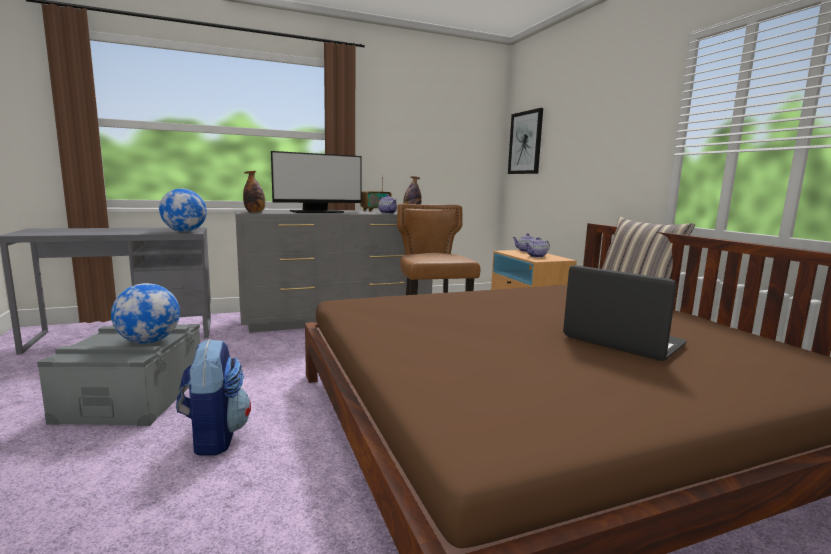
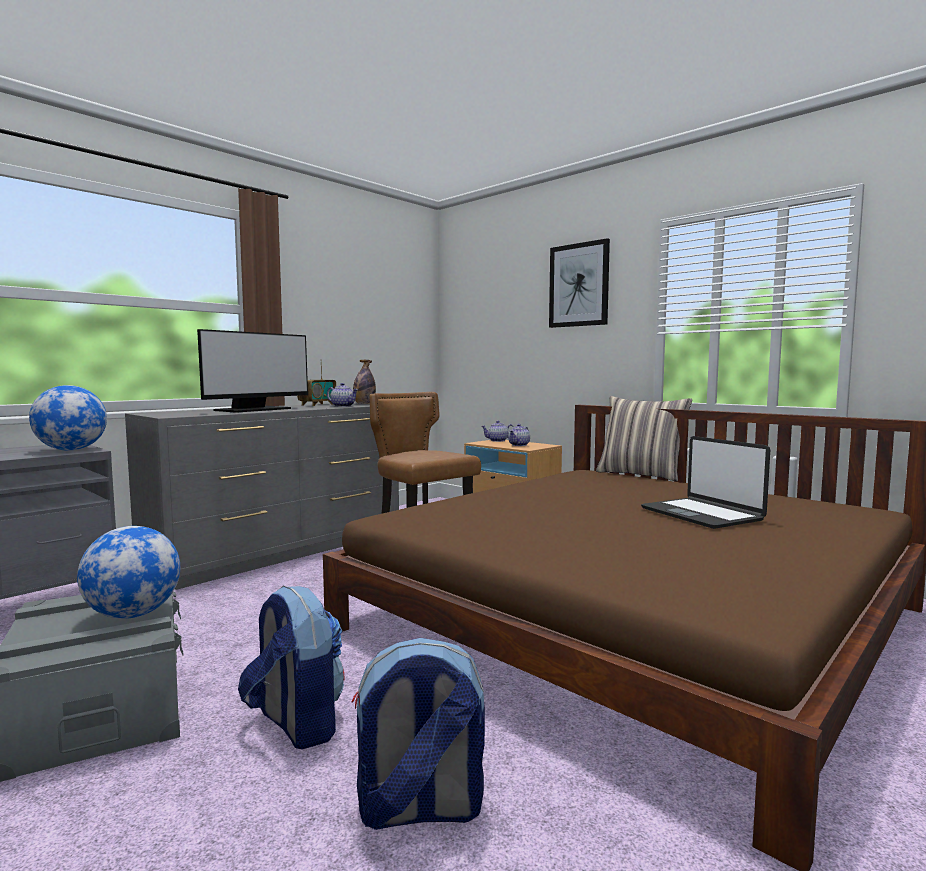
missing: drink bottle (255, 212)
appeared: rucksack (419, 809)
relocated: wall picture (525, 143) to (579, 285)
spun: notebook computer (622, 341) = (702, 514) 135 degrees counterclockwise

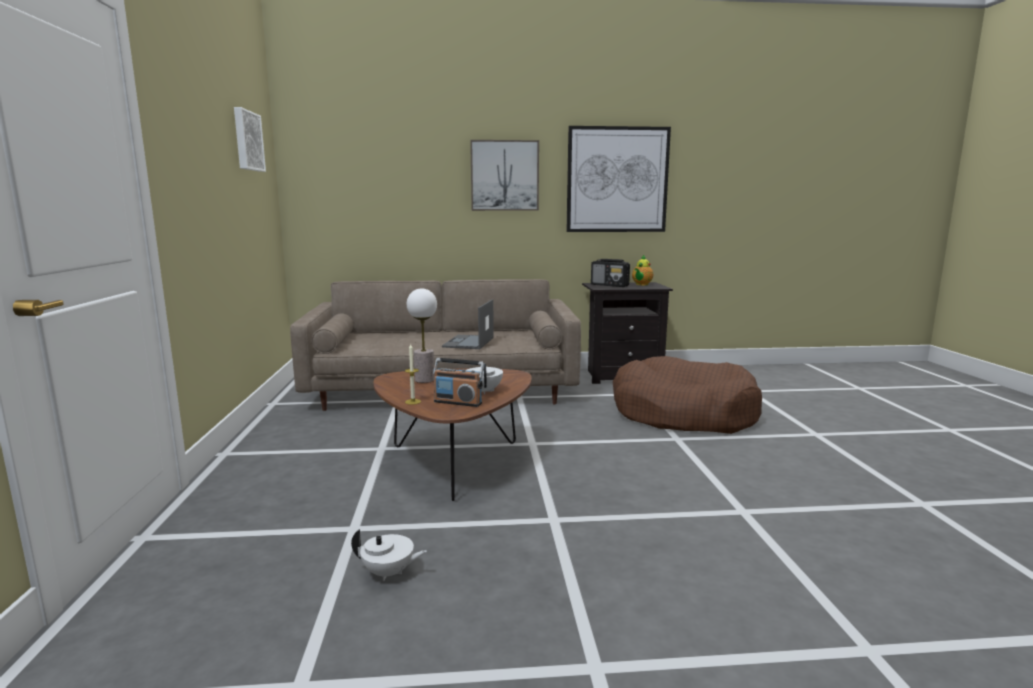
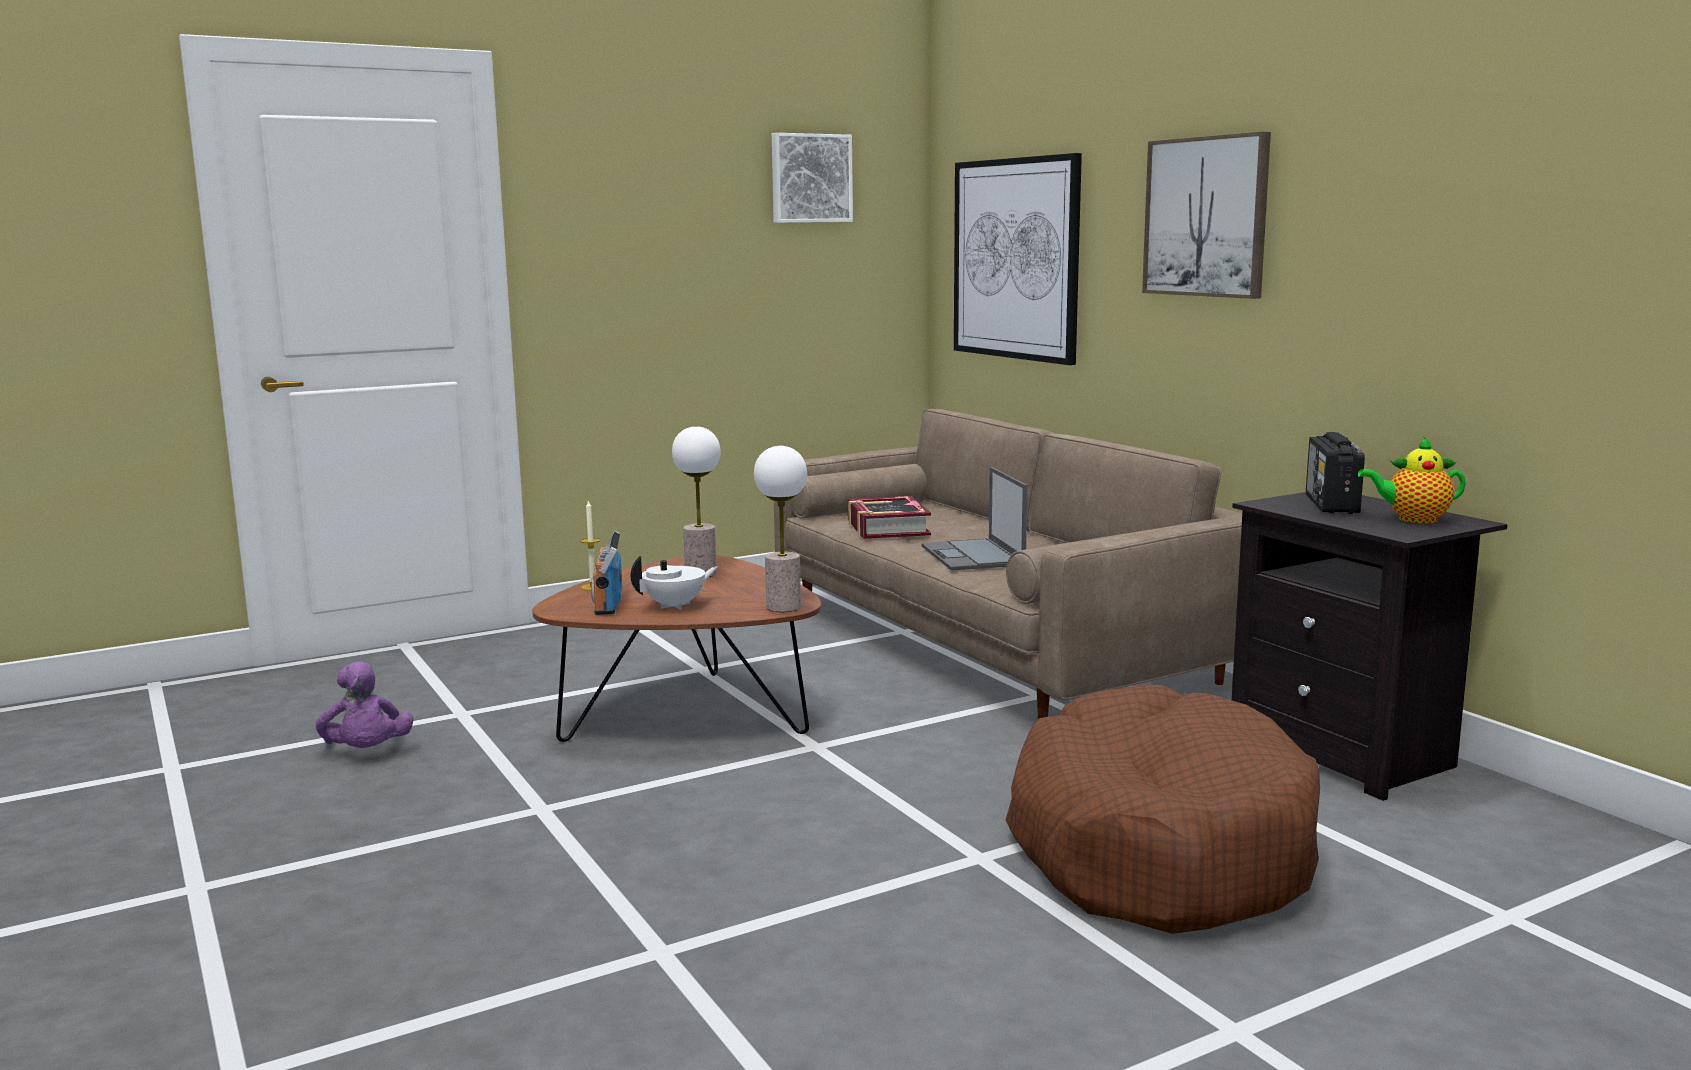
appeared: tabletop lamp (783, 607); volume (887, 528)
relocated: wall picture (617, 180) to (1015, 259)
exchanged: pot for tea/white-coloured (389, 573) to plush toy/purple (367, 753)
spun: notebook computer (468, 342) = (973, 556) 90 degrees counterclockwise

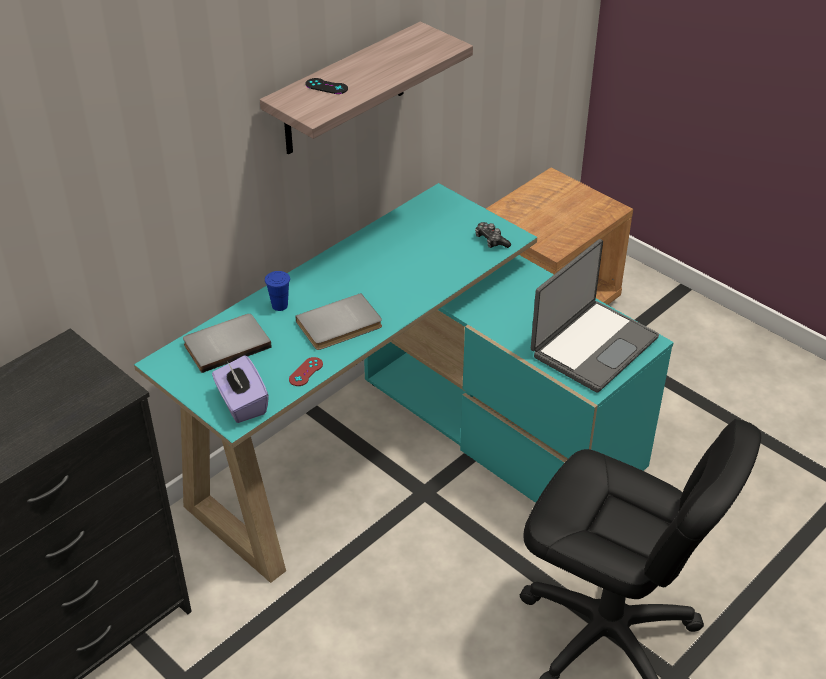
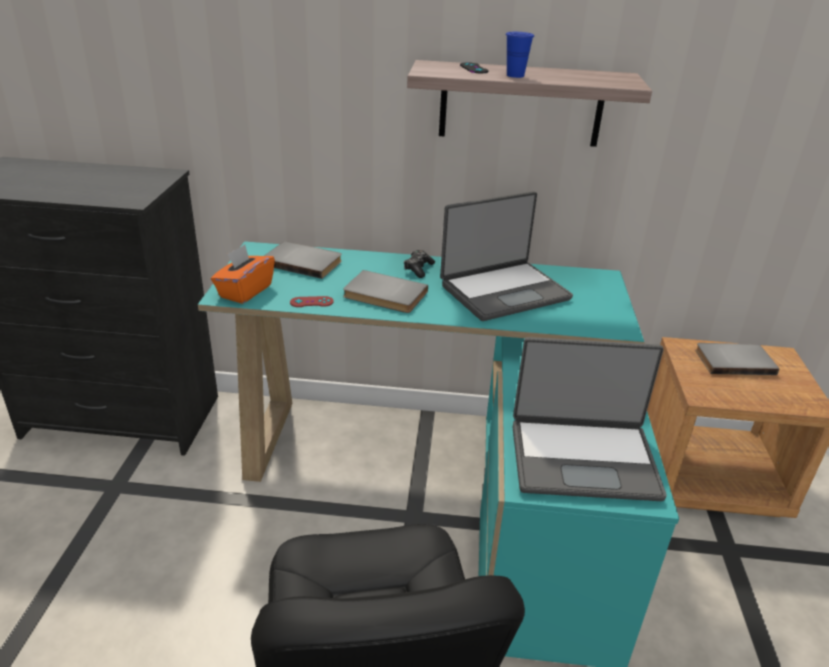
appeared: notebook computer (503, 291); volume/gray (733, 360)
relocated: cup/bluish (279, 305) to (515, 75); joypad (491, 240) to (418, 269)
colour: tissue holder/purple (242, 404) to tissue holder/orange-coloured (245, 291)

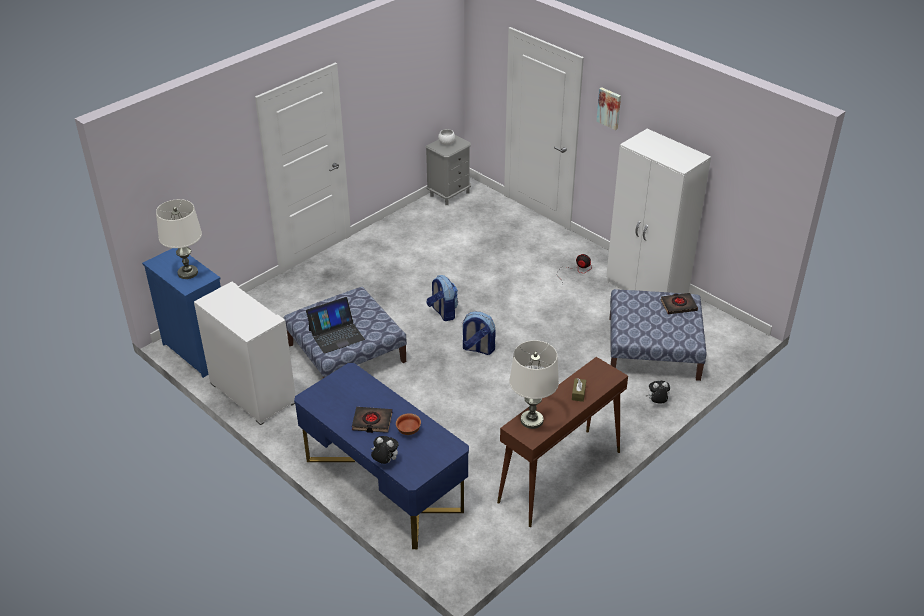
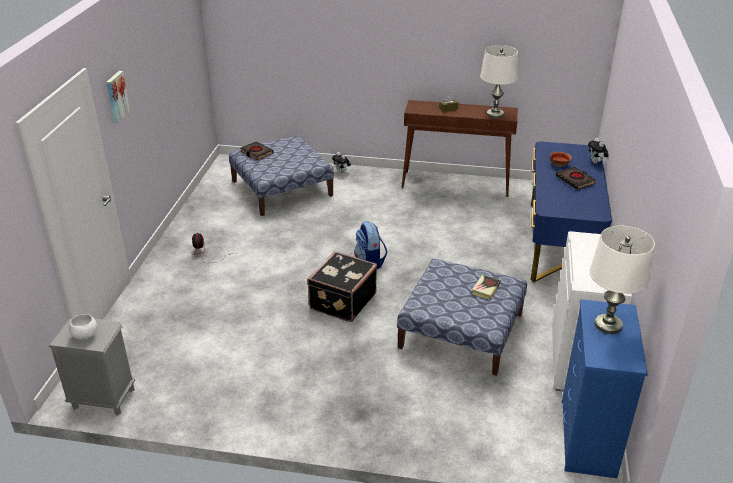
missing: armoire/white-coloured (646, 290)
exchanged: notebook computer (336, 334) to volume (486, 289); rucksack (443, 312) to travel case/blackish (341, 301)

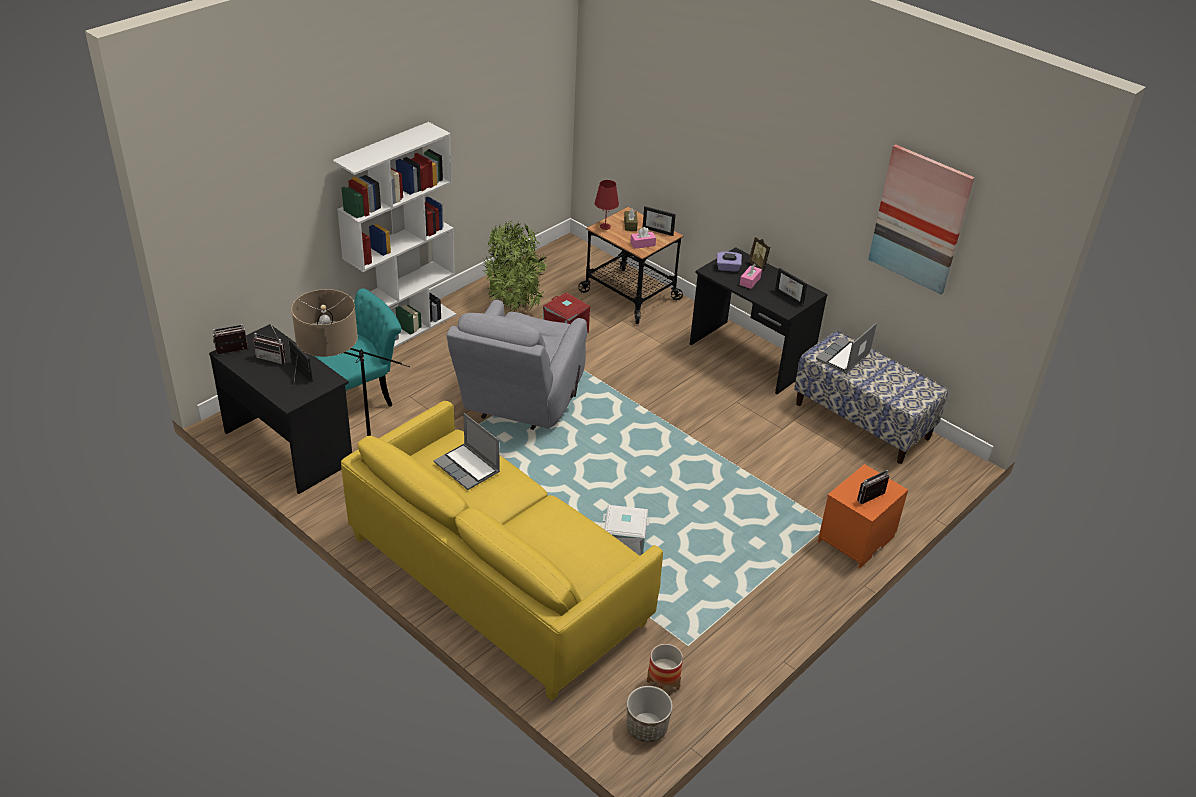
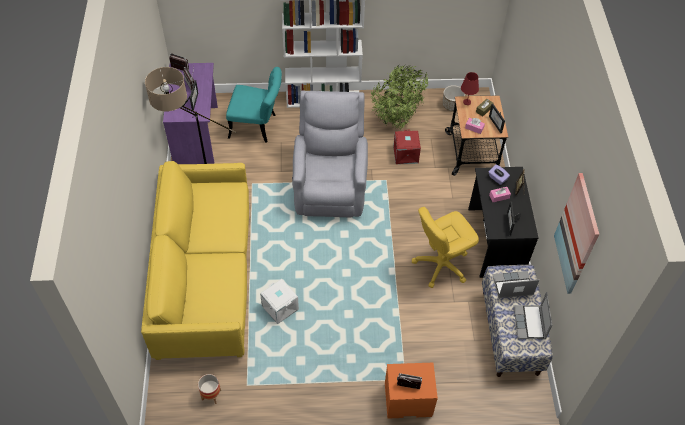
appeared: computer chair/yellowish (441, 265)
relocated: notebook computer (468, 468) to (530, 323); plant pot (646, 727) to (452, 105)
colour: desk/blackish (289, 446) to desk/purple (197, 134)
spun: easy chair/gray (519, 402) = (330, 183) 120 degrees clockwise

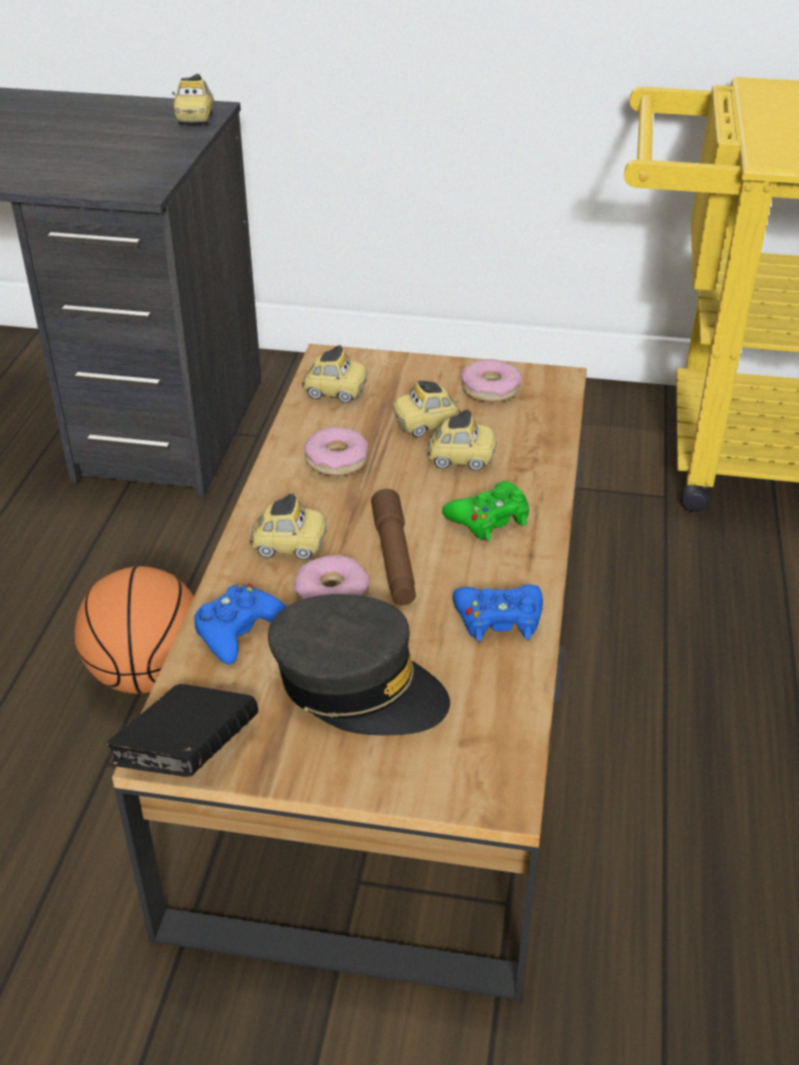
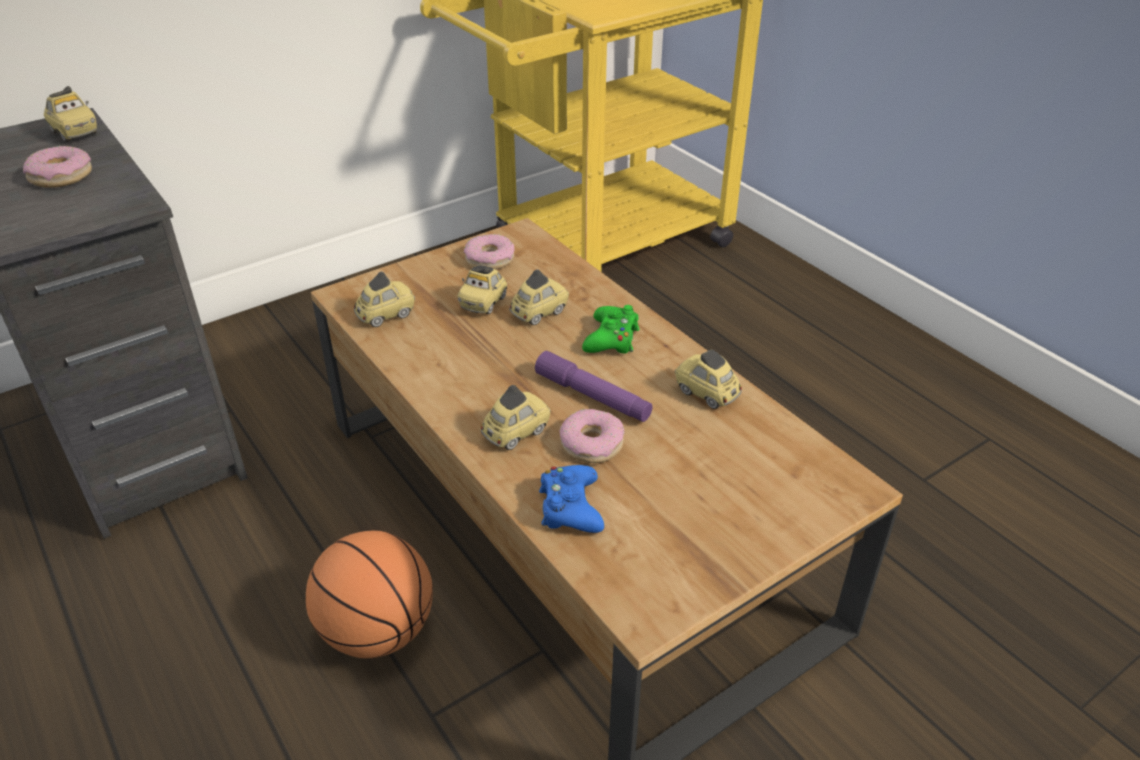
missing: volume/blackish (188, 754); baseball cap/gray (357, 686)
relocated: donut (336, 460) to (61, 176)
exchanged: joypad/bluish (499, 619) to toy car (706, 393)
colour: torch/brownish (394, 557) to torch/purple (592, 396)

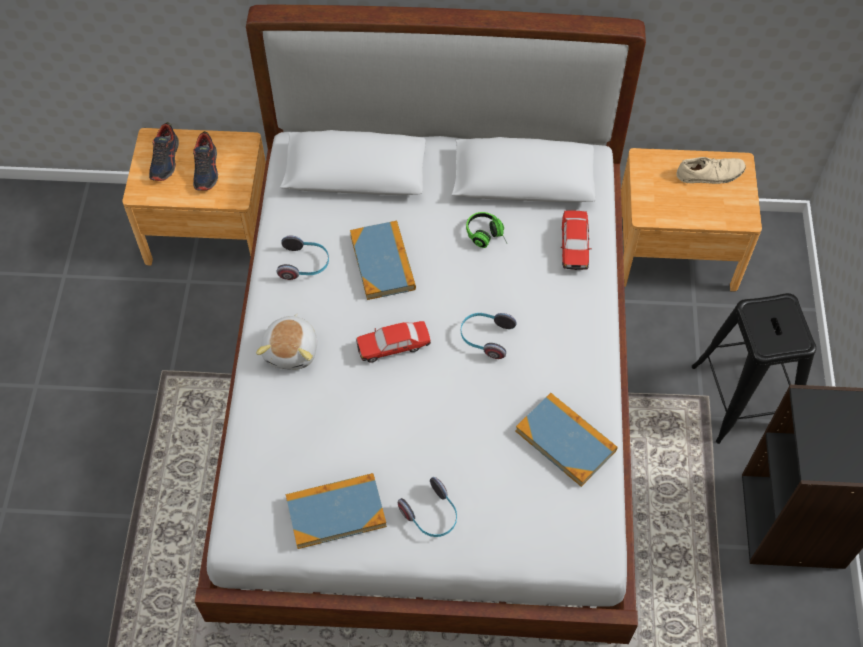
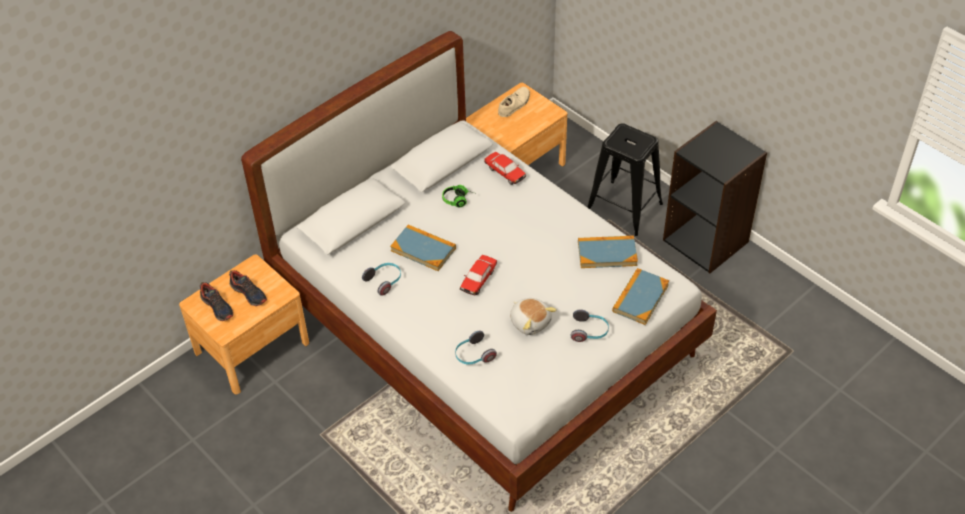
relocated: plush toy (292, 350) to (530, 321); volume (336, 512) to (640, 298); headset (485, 338) to (473, 355)

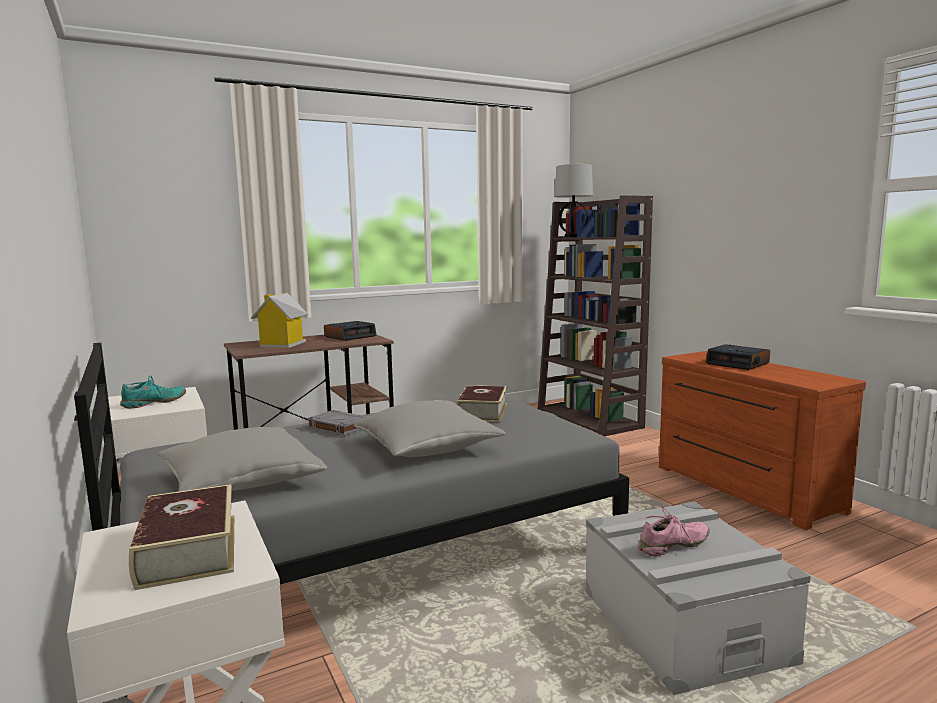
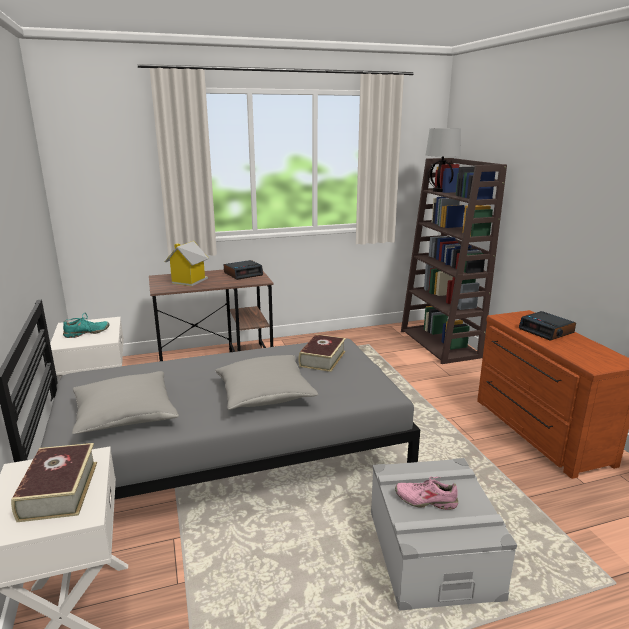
missing: volume/gray (338, 427)
spun: low shoe/pink (673, 546) = (426, 500) 150 degrees counterclockwise

